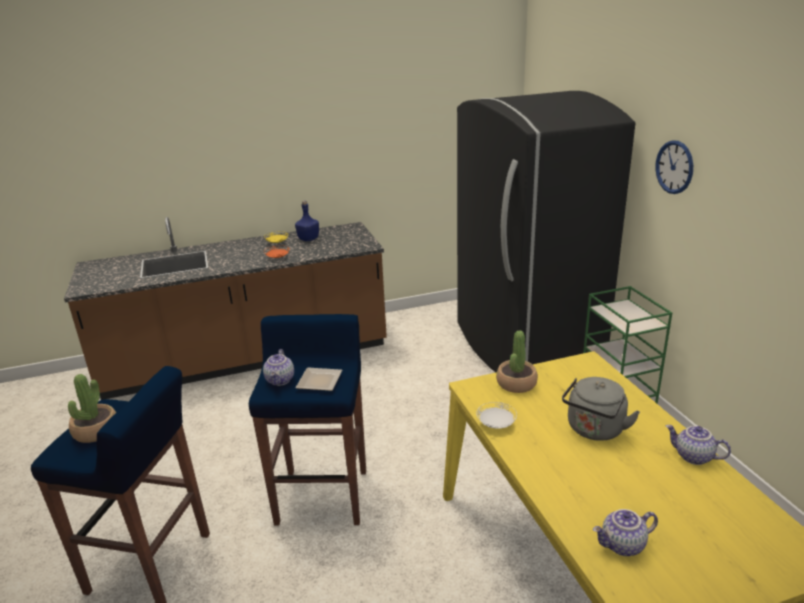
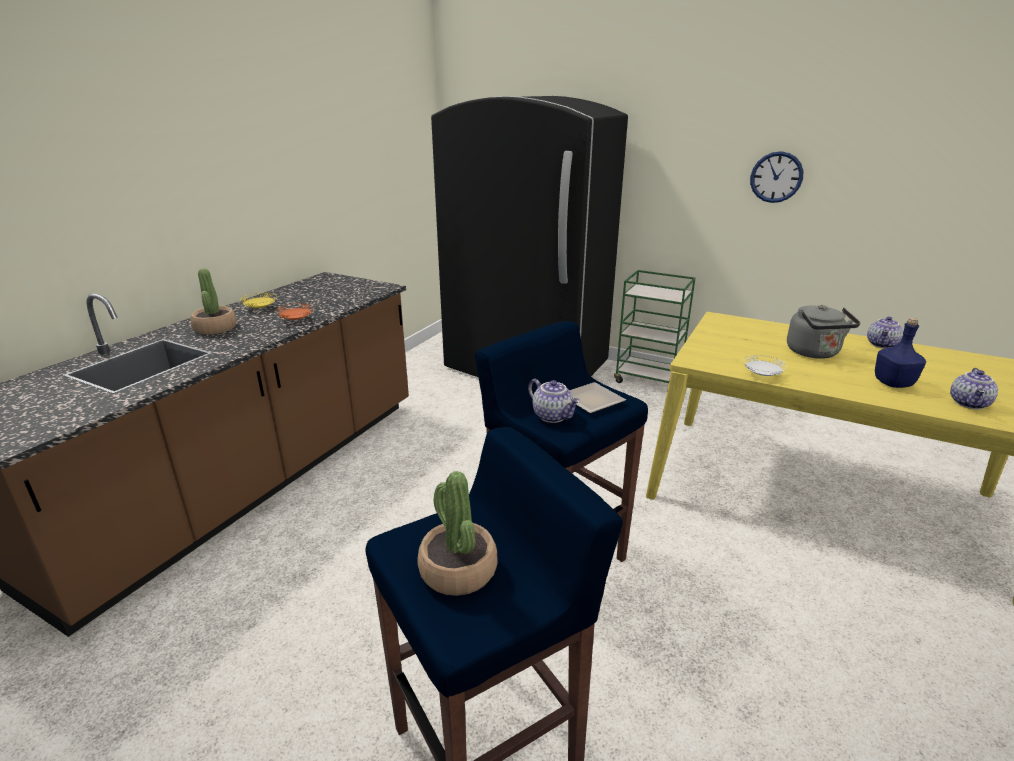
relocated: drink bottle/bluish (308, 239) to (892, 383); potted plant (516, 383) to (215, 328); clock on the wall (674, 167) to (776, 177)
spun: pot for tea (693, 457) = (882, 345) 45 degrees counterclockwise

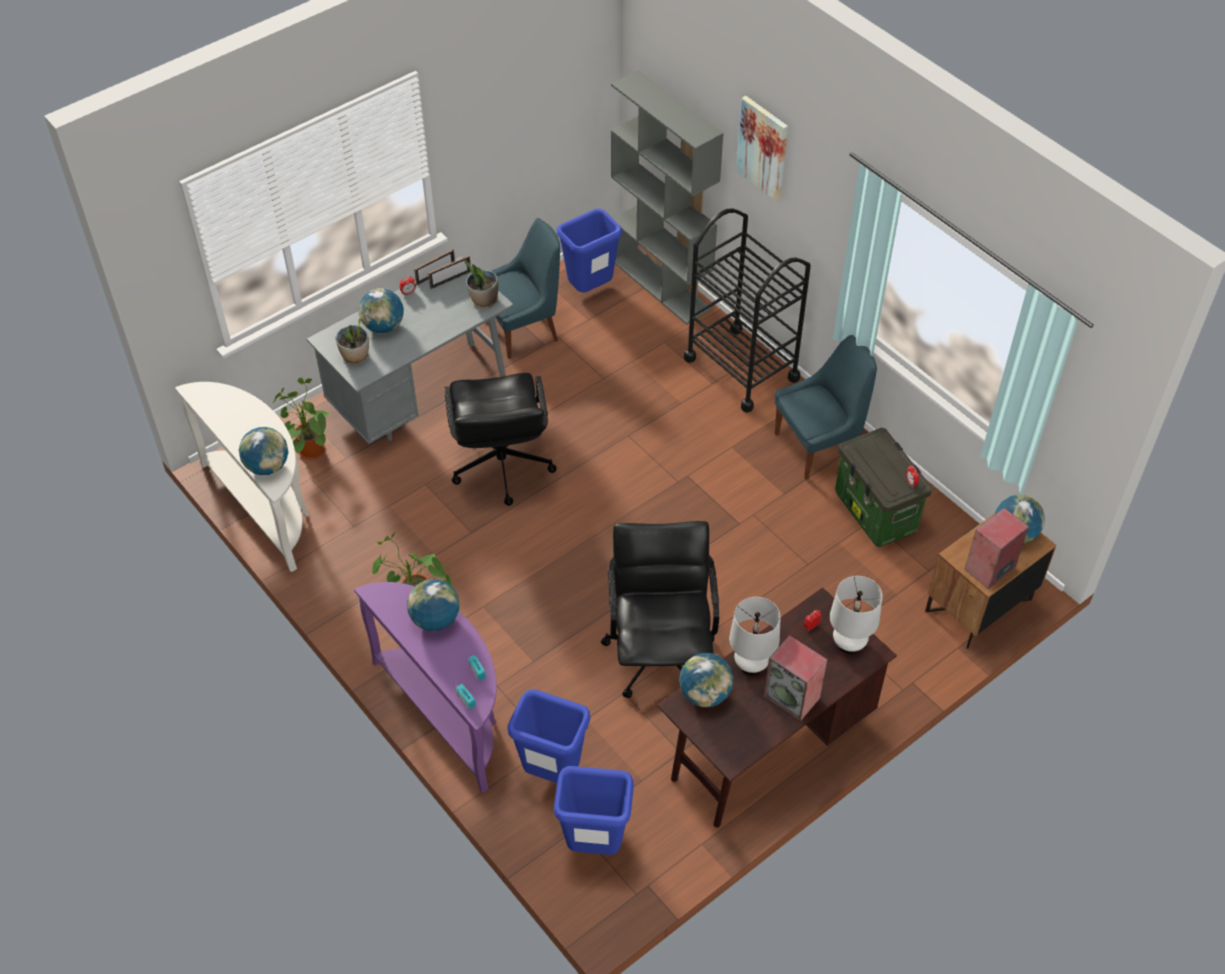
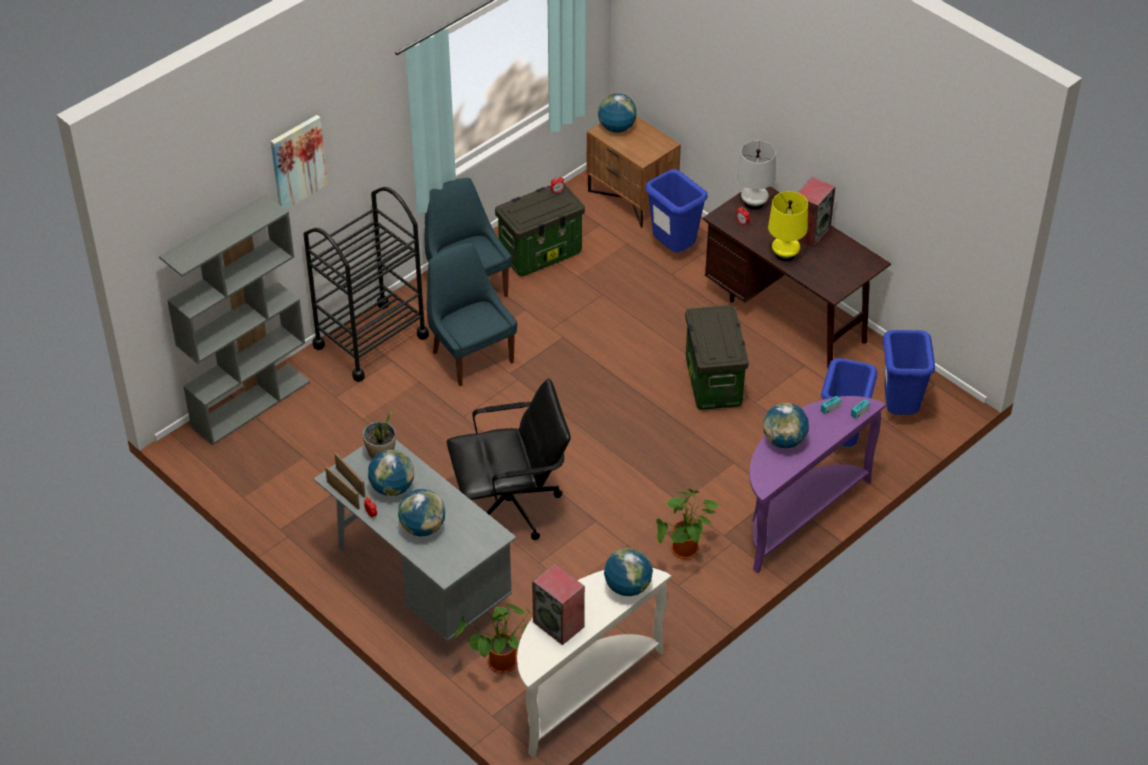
missing: potted plant (355, 357)
relocated: chair/bluish (523, 329) to (471, 355); waste bin/bluish (590, 289) to (673, 249); desk globe (705, 694) to (392, 488); speaker (990, 569) to (559, 624)
exchanged: computer chair/blackish (660, 655) to storage bin (712, 382)
colour: tabletop lamp/white-coloured (751, 664) to tabletop lamp/yellowish (785, 254)

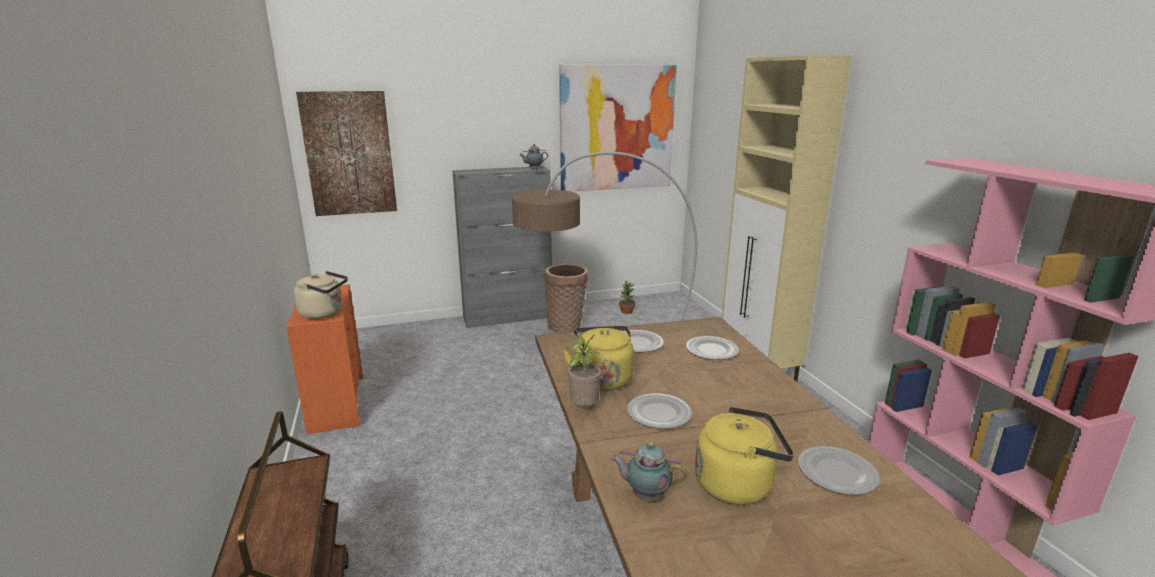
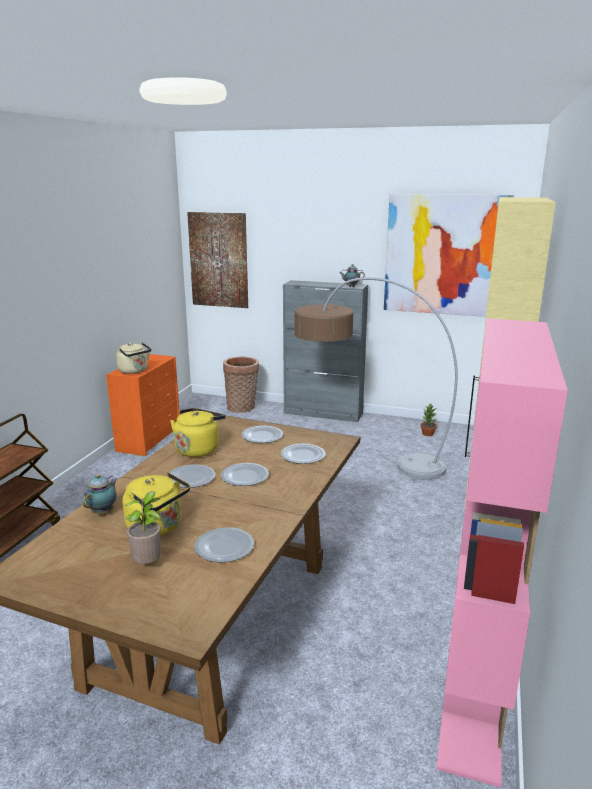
appeared: plate (245, 476)
relocated: storage basket (566, 325) to (242, 408); potted plant (584, 408) to (149, 564)
spun: pot for tea (645, 495) = (104, 511) 60 degrees clockwise

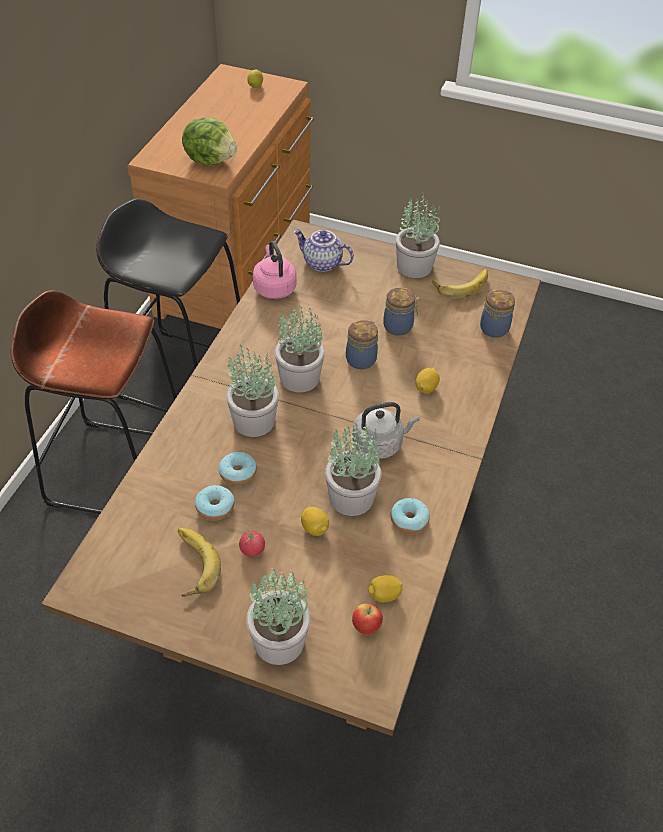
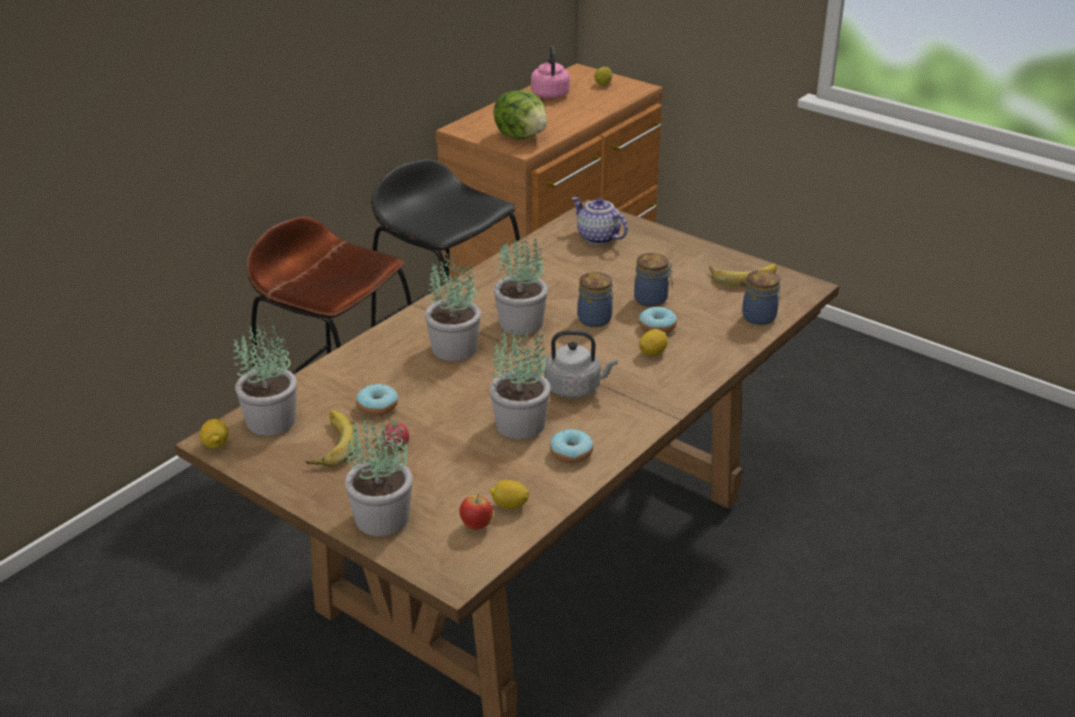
relocated: donut (238, 473) to (657, 327); kettle/pink (274, 287) to (550, 93); lemon (314, 528) to (216, 444); potted plant (413, 266) to (270, 420)

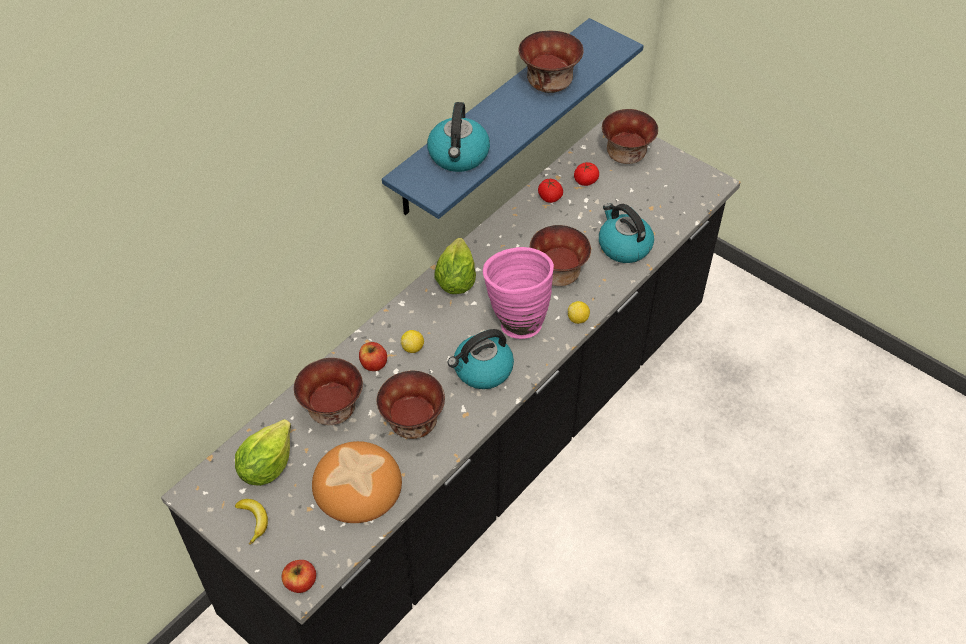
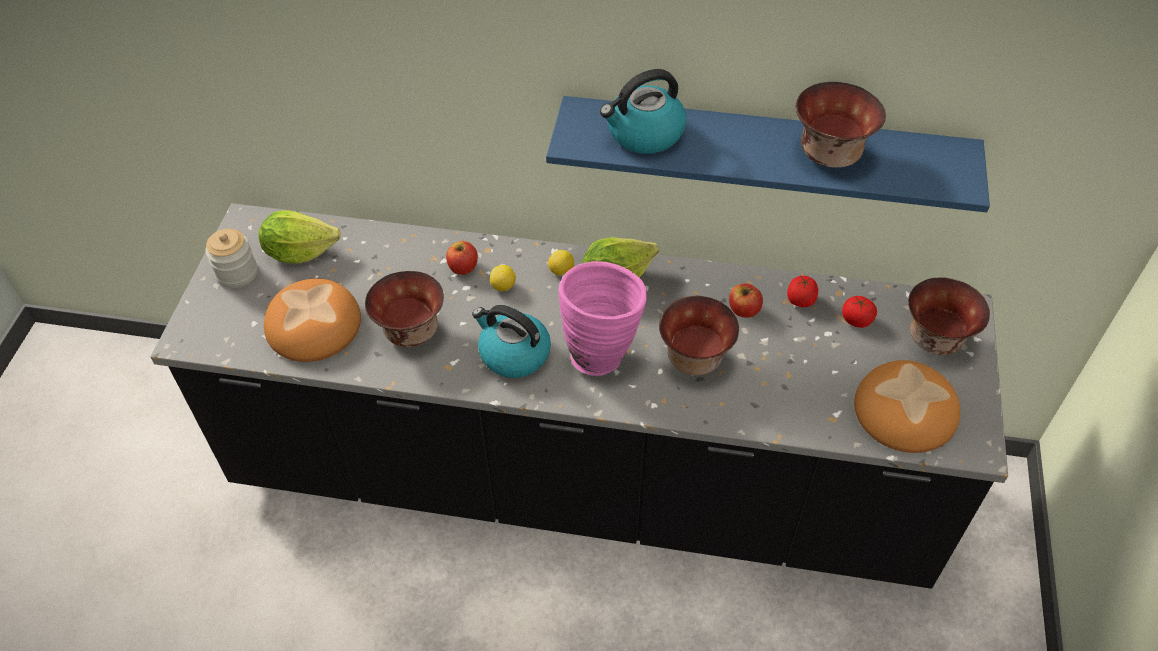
missing: deep dish (333, 409); kettle (623, 246)
appeared: baked bread (905, 412)
relocated: apple (301, 582) to (743, 310); lemon (578, 319) to (561, 271)
exchanged: banana (254, 520) to preserve jar (237, 273)

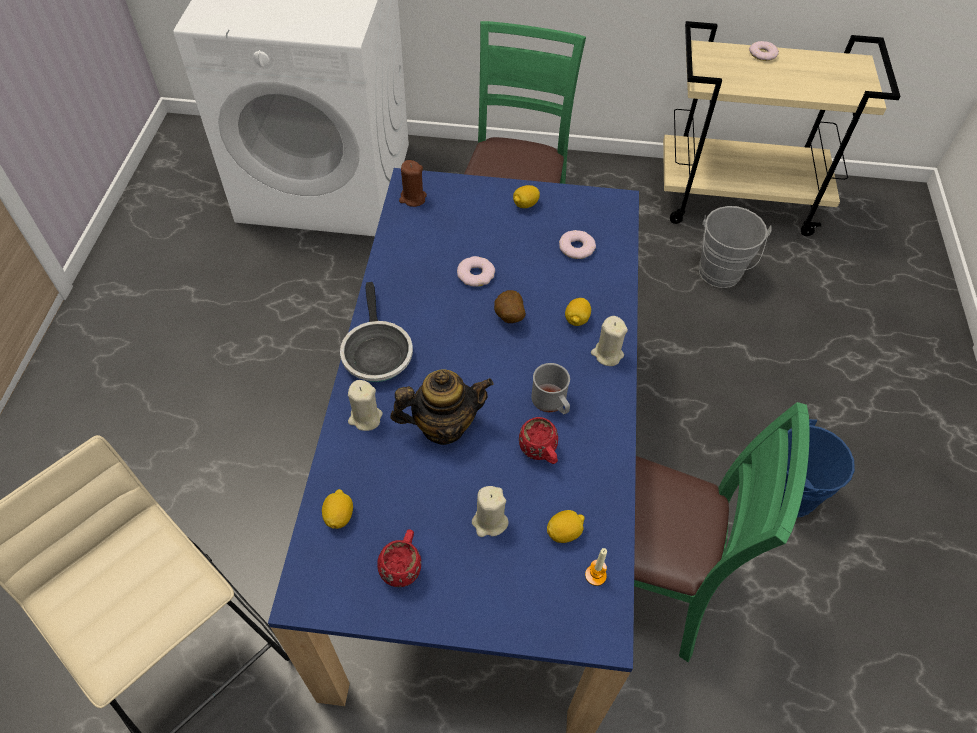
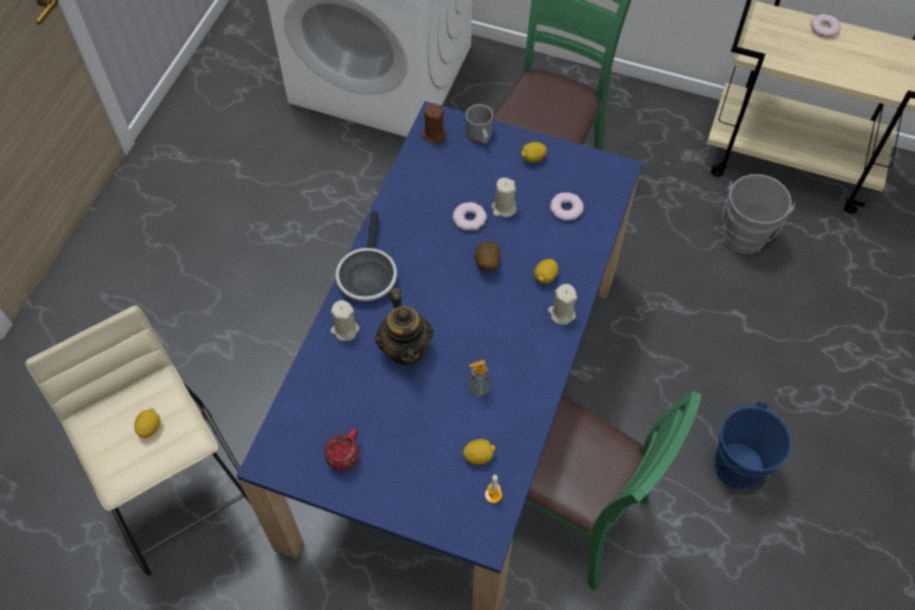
relocated: lemon (339, 516) to (150, 427); wax light/beige (489, 522) to (504, 208); mug/gray (552, 402) to (480, 136)
exchanged: mug/red (540, 453) to soap dispenser (479, 388)
spun: pot for tea (443, 425) = (406, 348) 75 degrees clockwise

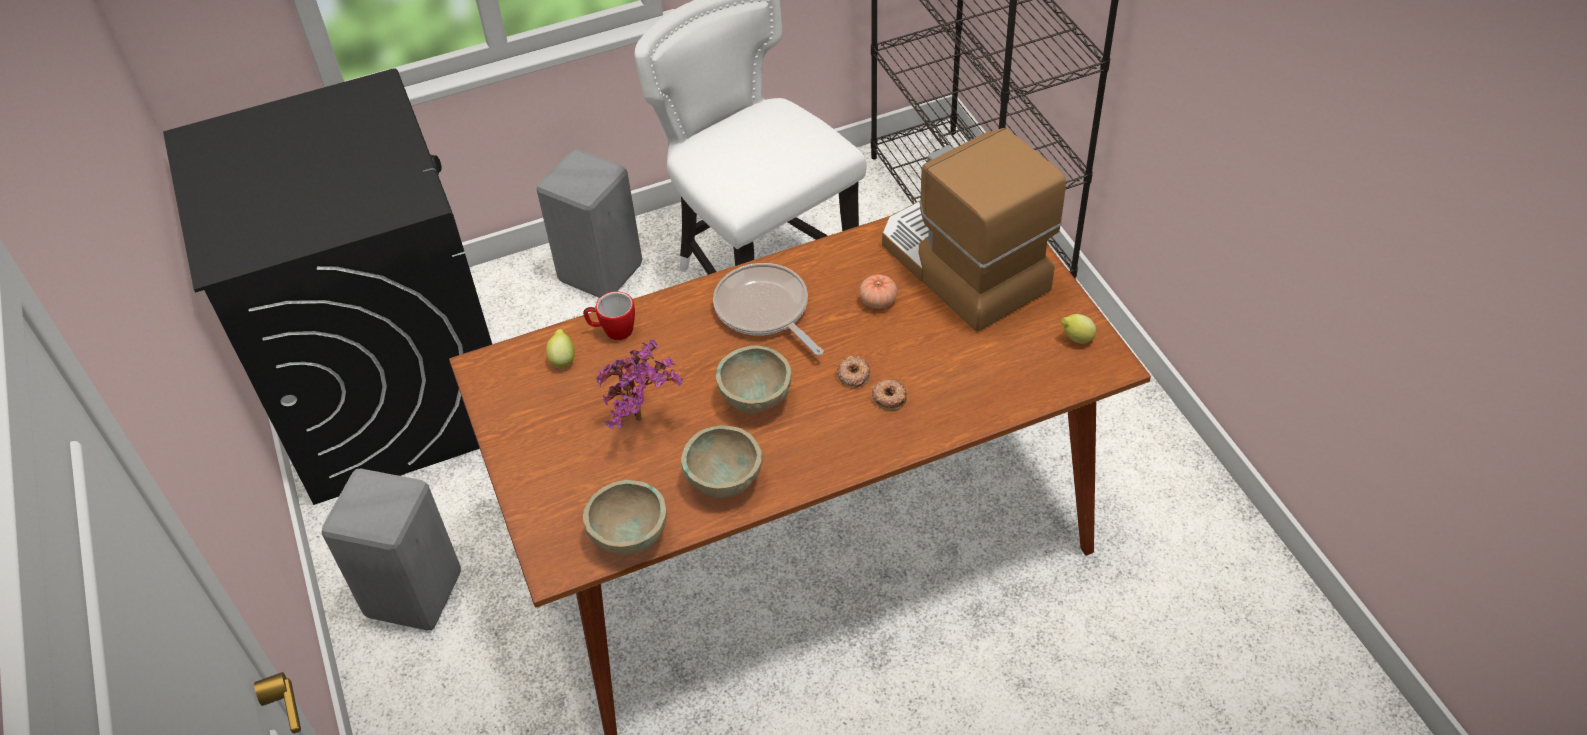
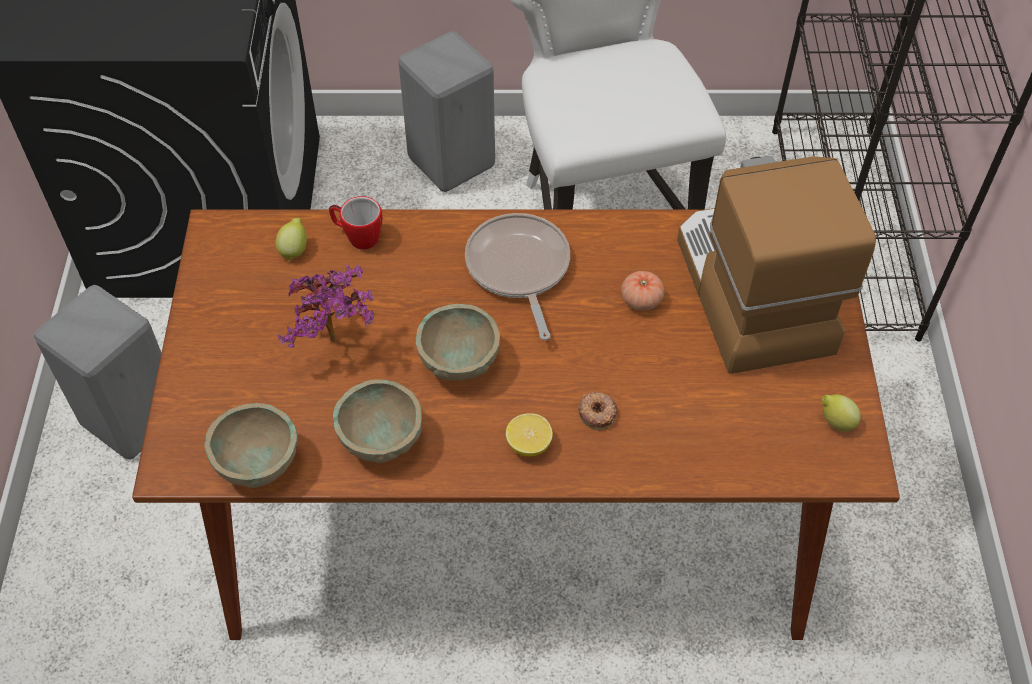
missing: donut (853, 374)
appeared: lemon (529, 444)

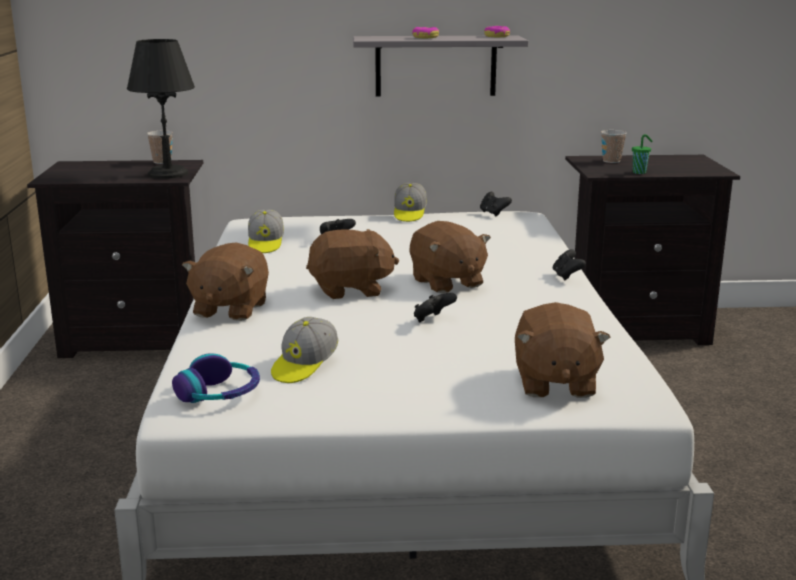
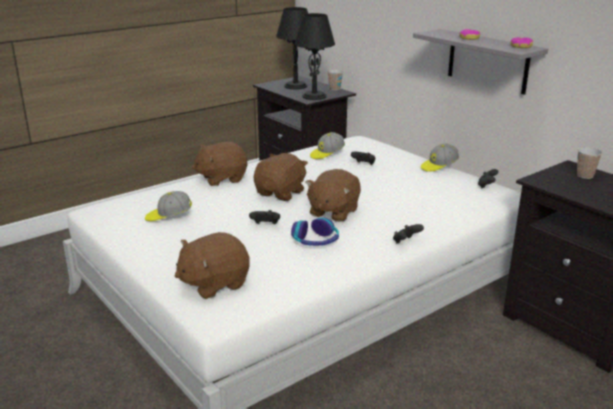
missing: cup/green-coloured (640, 172)
appeared: tabletop lamp/blackish (295, 86)
relocated: headset (219, 393) to (315, 241)
spun: plush toy/brownish (351, 290) = (281, 193) 105 degrees counterclockwise

